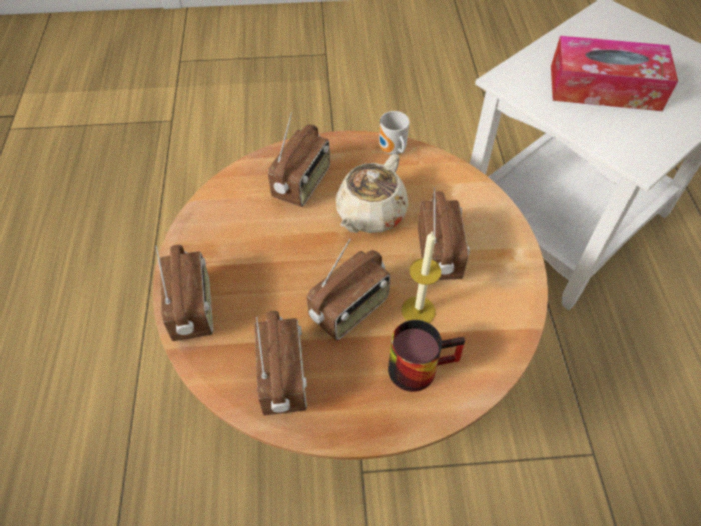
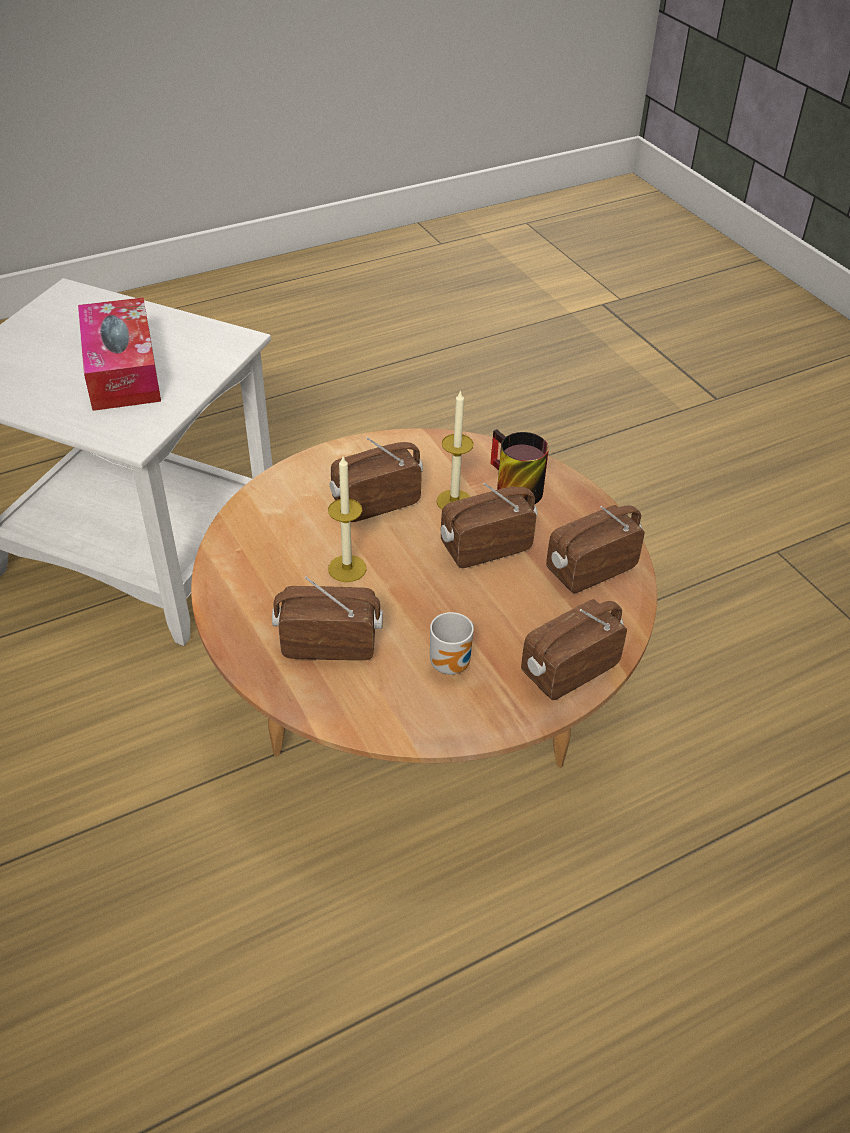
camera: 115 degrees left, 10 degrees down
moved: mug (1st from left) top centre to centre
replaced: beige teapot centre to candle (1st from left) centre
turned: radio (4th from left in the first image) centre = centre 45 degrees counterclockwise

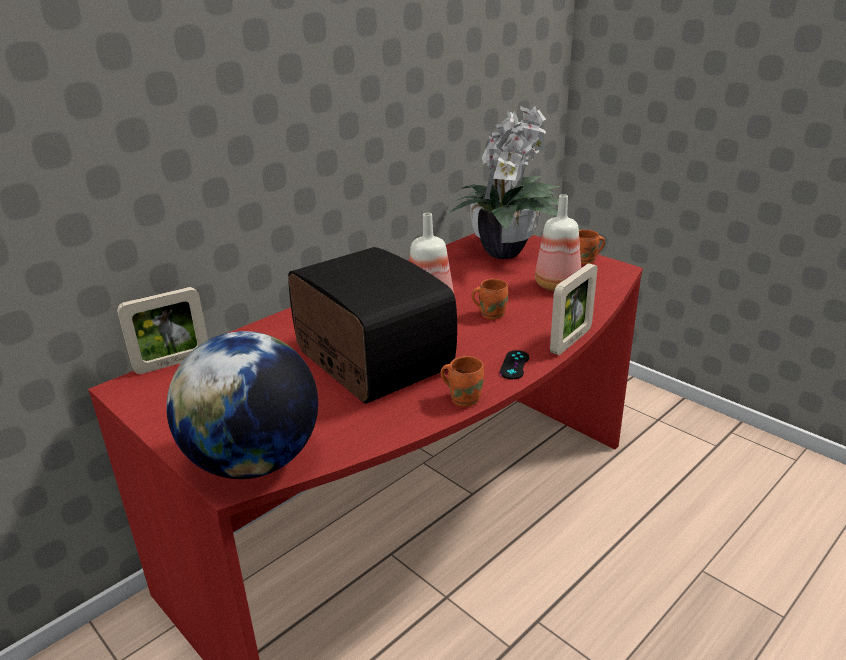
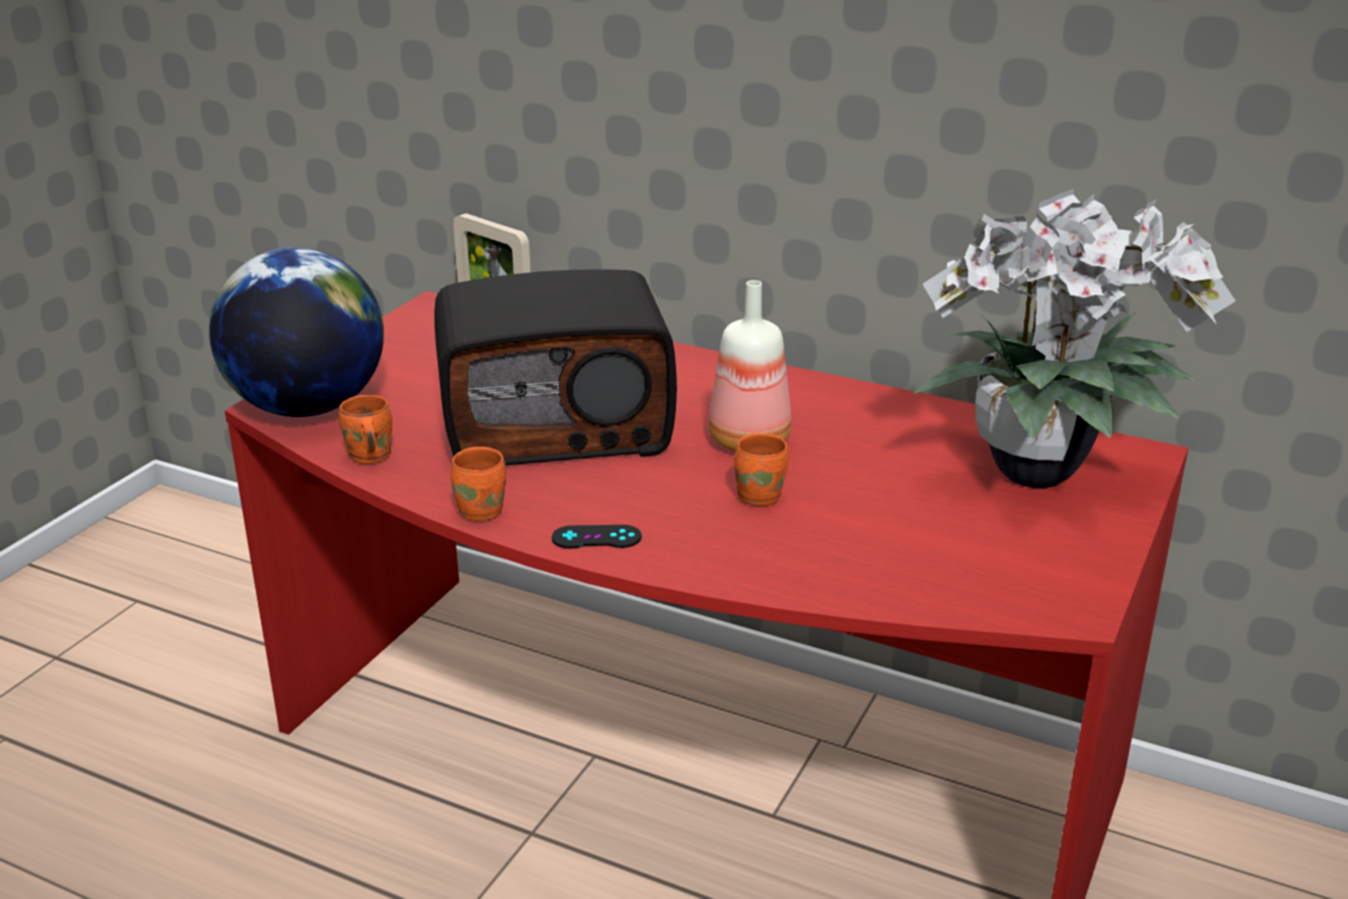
camera: 70 degrees right, 0 degrees up
removed: bottle (2nd from left) centre; picture frame (2nd from left) middle right
moved: orange mug (3rd from left in the first image) middle right to orange mug (1st from left) middle left
turned: radio centre = centre 45 degrees clockwise

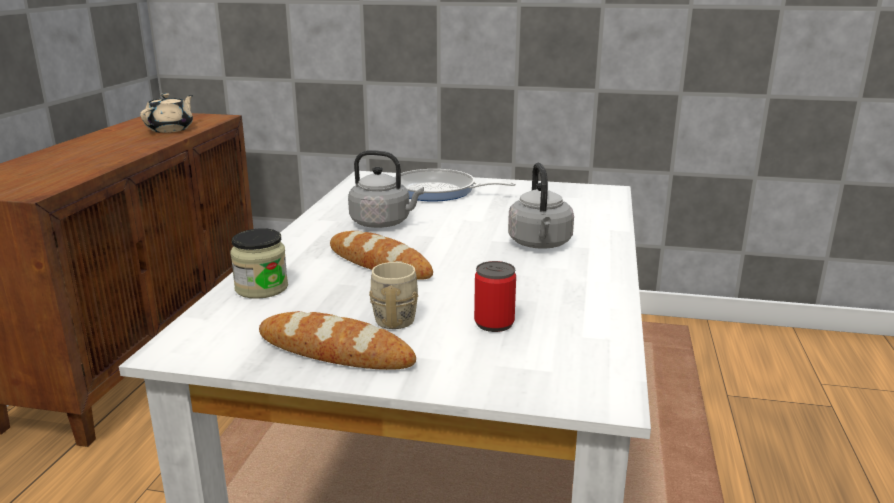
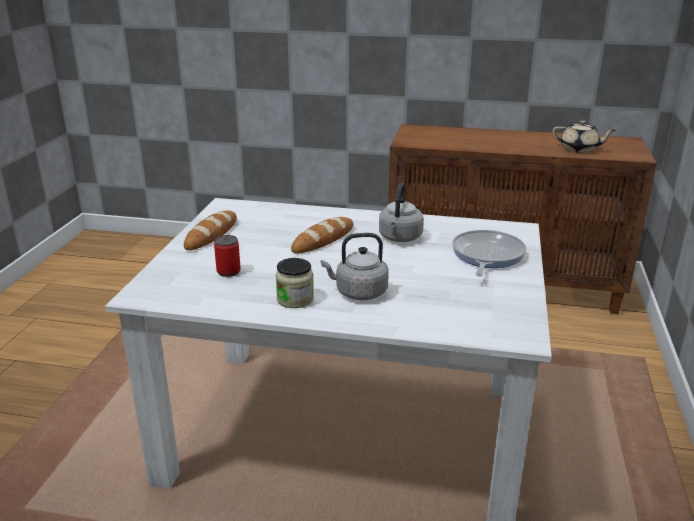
camera: 90 degrees right, 5 degrees up
removed: beige mug centre
moved: jar middle left to centre

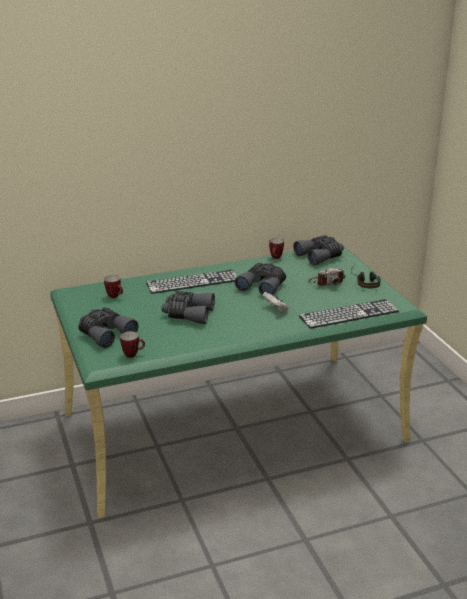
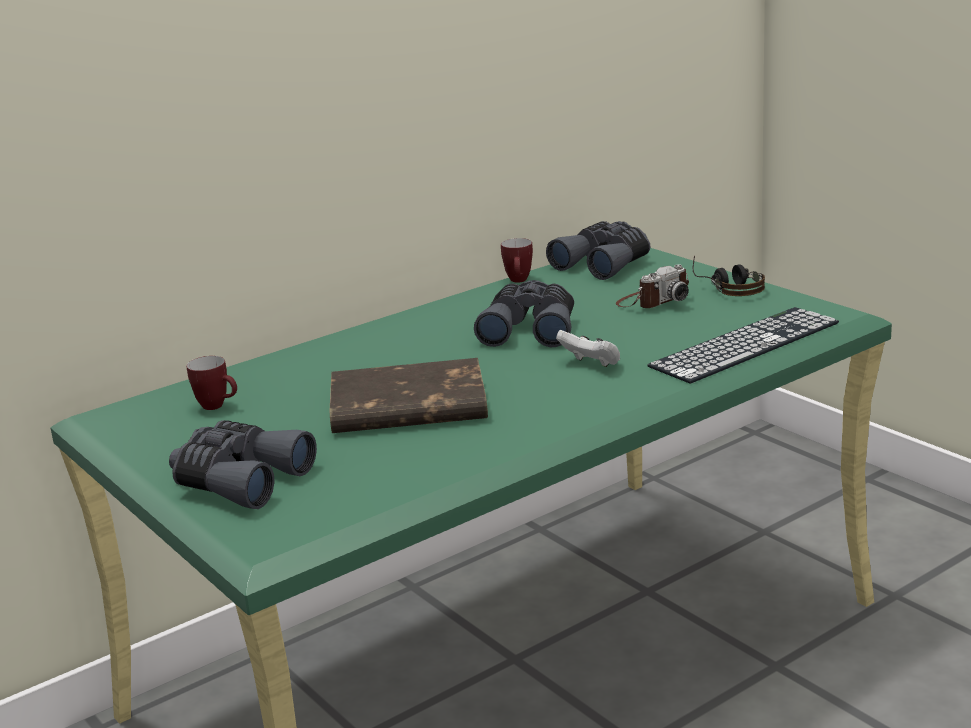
camera: 15 degrees left, 5 degrees down
removed: keyboard (1st from left) centre; mug (2nd from left) middle left
replaced: grey binoculars (2nd from left) centre to brown book centre

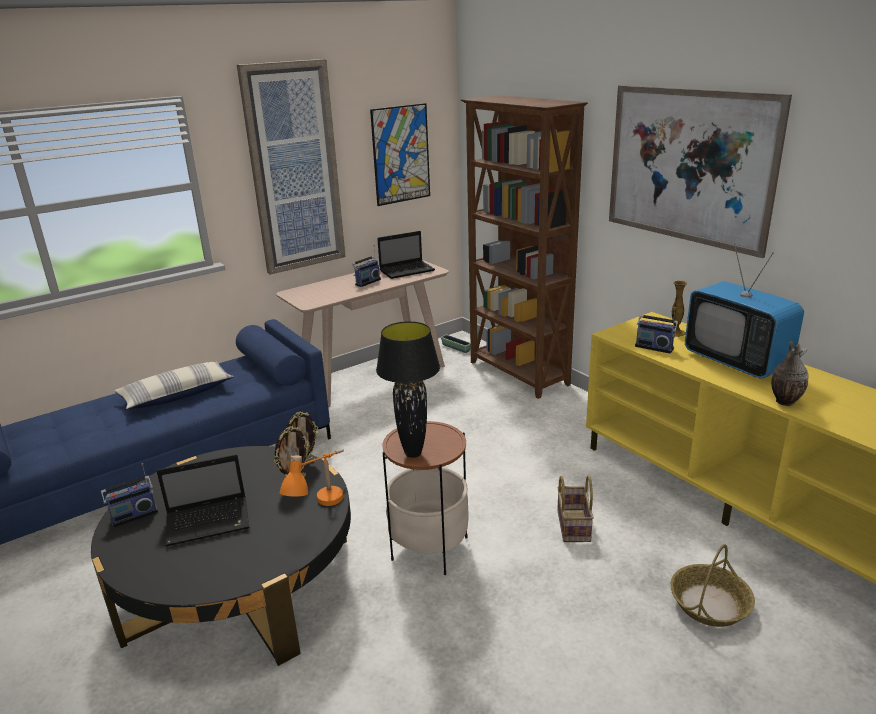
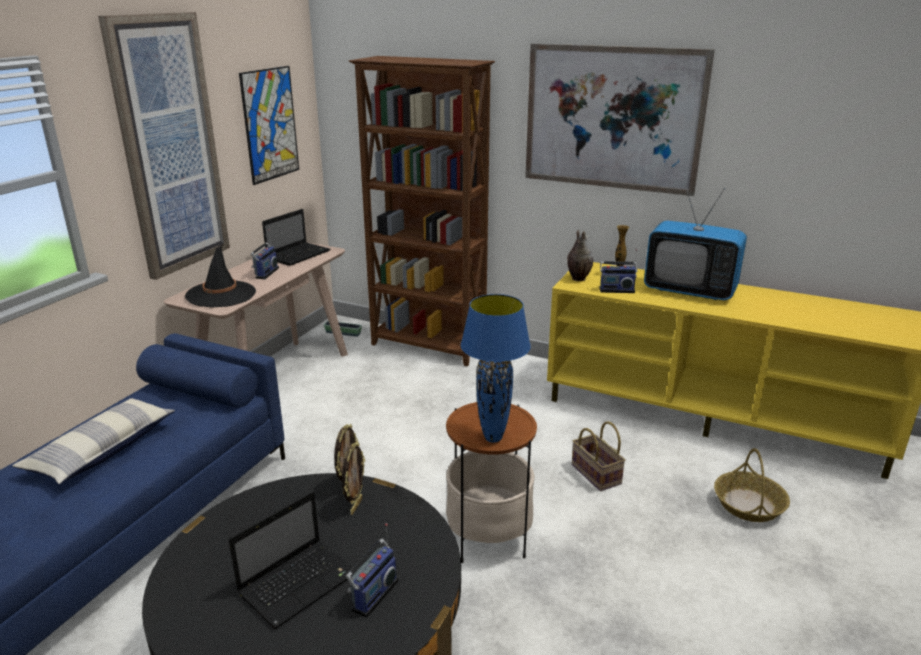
camera: 30 degrees left, 0 degrees up
removed: orange table lamp bottom centre
added: black hat middle left
moved: vase (2nd from left in the first image) middle right to vase (1st from left) centre; radio (1st from left in the first image) bottom left to radio (2nd from left) bottom centre
recoloured: black table lamp centre to blue table lamp centre

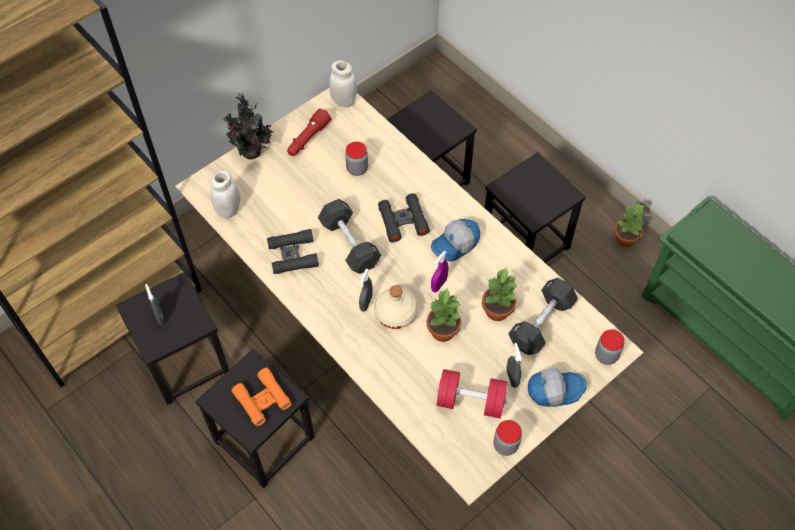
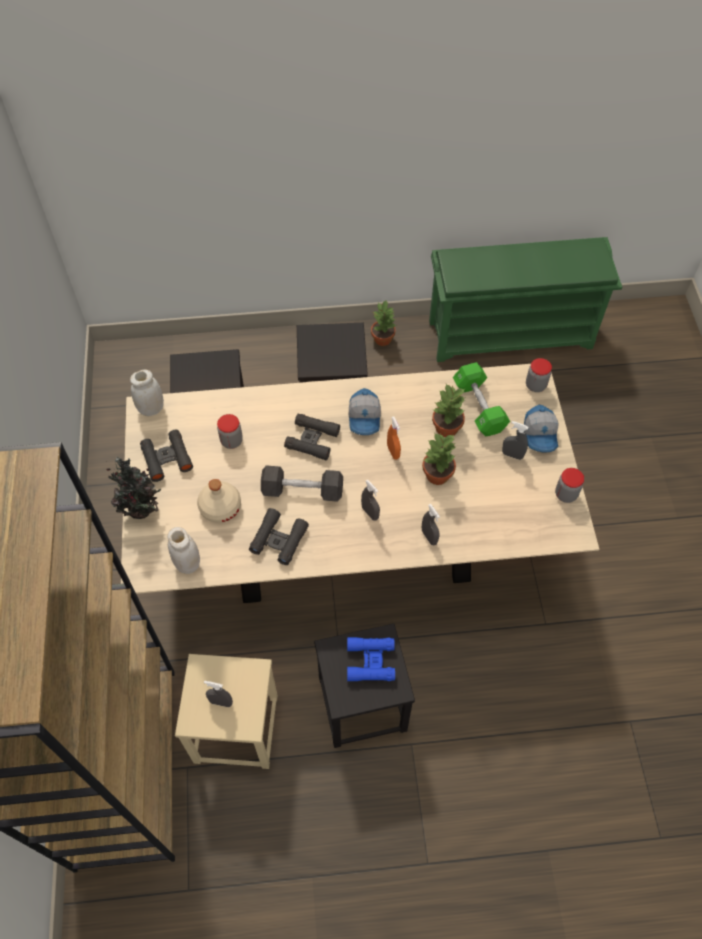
camera: 55 degrees left, 0 degrees up
removed: red dumbbell bottom centre
added: grey spray bottle (3rd from left) centre
moved: beige bottle centre to middle left
replaced: red flashlight top centre to black binoculars (1st from left) middle left
recoloured: purple spray bottle centre to orange spray bottle centre; black stool (1st from left) middle left to beige stool bottom left; black dumbbell (2nd from left) middle right to green dumbbell middle right; orange binoculars bottom left to blue binoculars bottom centre
turned: cap (2nd from left) bottom right = middle right 150 degrees clockwise

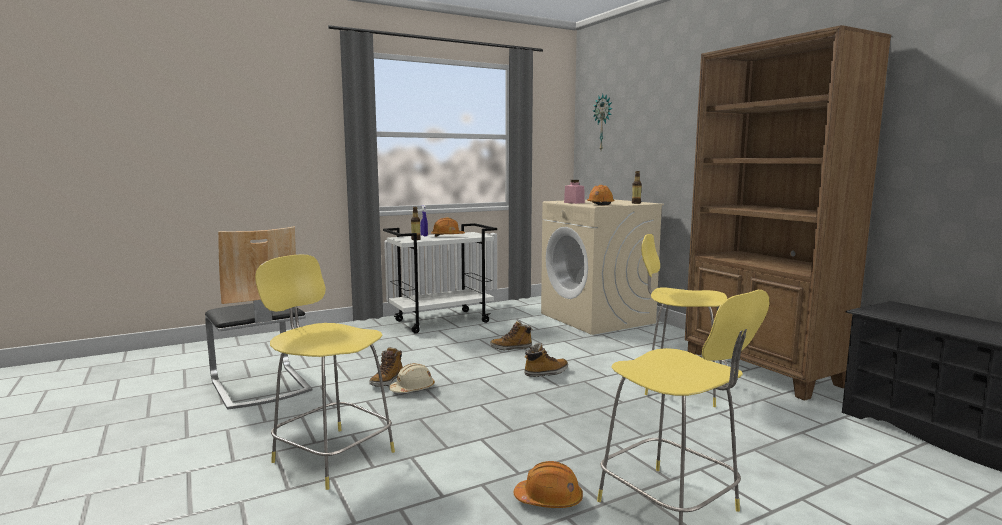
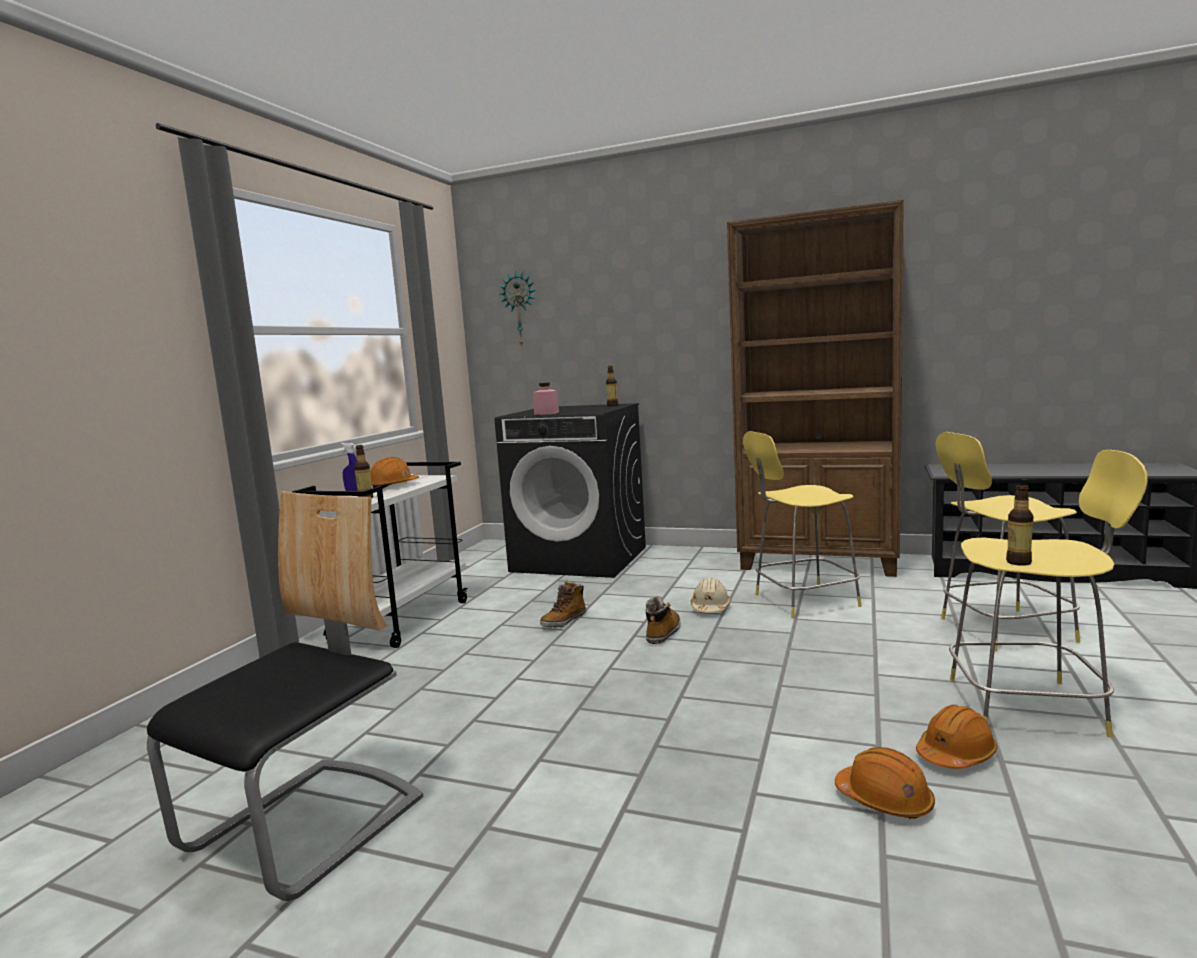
camera: 40 degrees left, 0 degrees up
removed: boot (1st from left) bottom centre
added: bottle (3rd from left) middle right
moved: orange hard hat (3rd from left in the first image) centre to orange hard hat (2nd from left) bottom right; yellow stool (1st from left in the first image) bottom left to yellow stool (2nd from left) middle right; beige hard hat bottom centre to centre
recoloured: beige washing machine centre to black washing machine centre
turned: chair middle left = bottom left 75 degrees counterclockwise

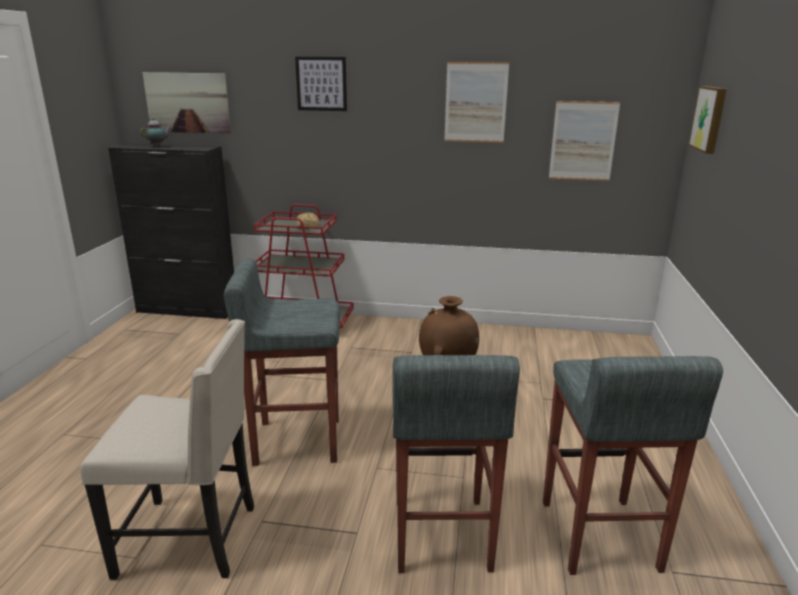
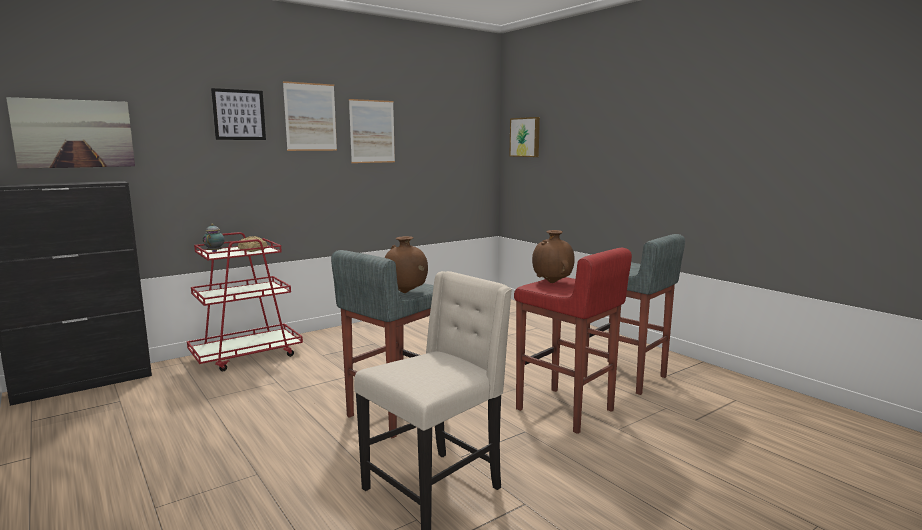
camera: 45 degrees left, 10 degrees down
added: brown vase (1st from left) centre
moved: picture (4th from left in the first image) top right to picture (3rd from left) top centre; teapot top left to middle left
recoloured: grey stool (2nd from left) bottom centre to red stool centre

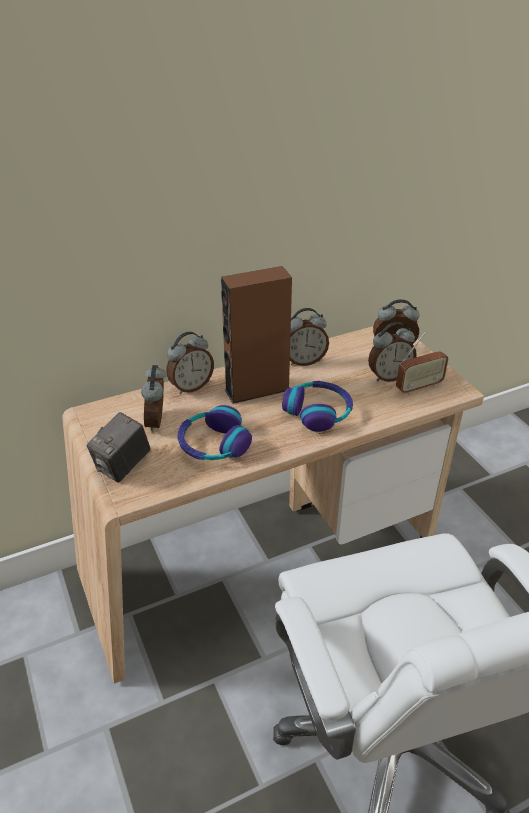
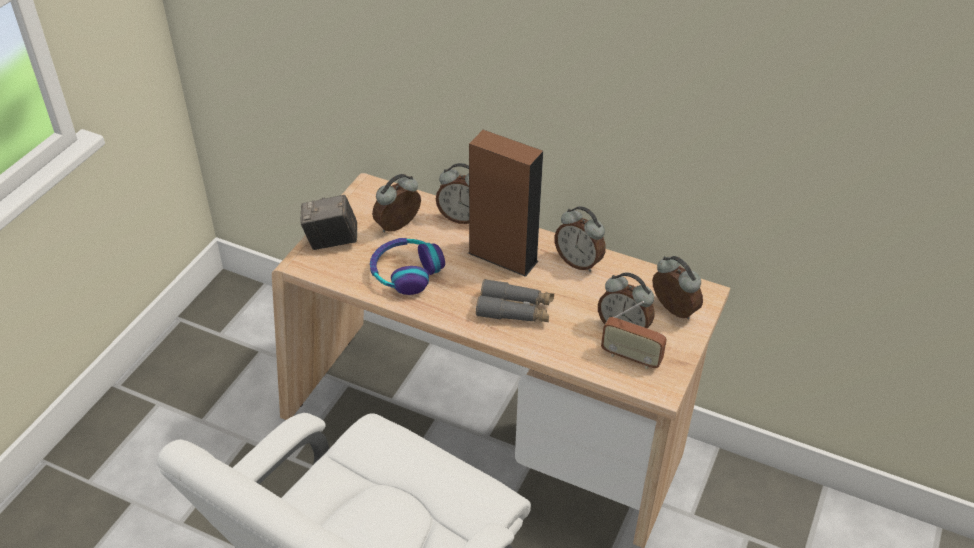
camera: 50 degrees right, 5 degrees up
replaced: headphones (2nd from left) centre to grey binoculars centre

